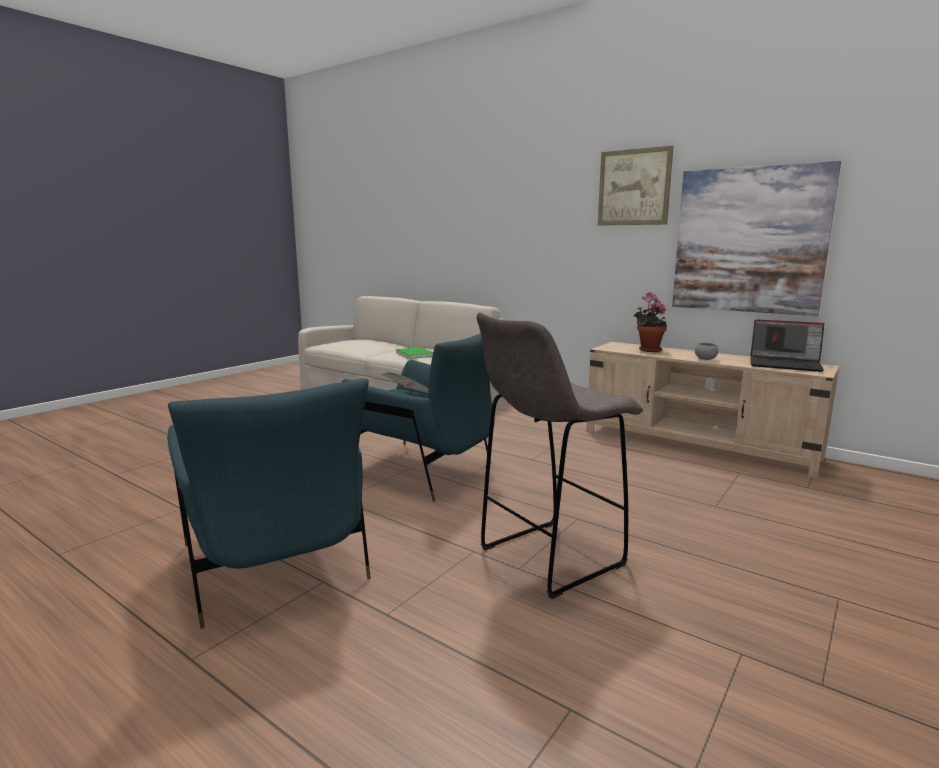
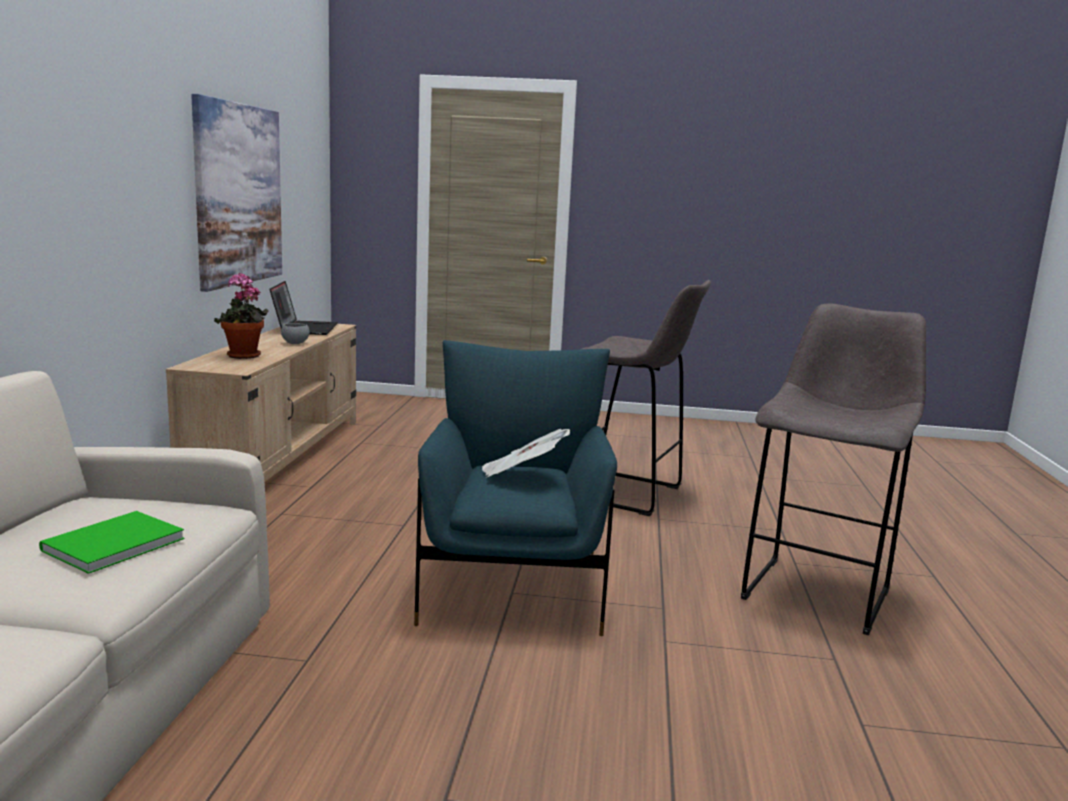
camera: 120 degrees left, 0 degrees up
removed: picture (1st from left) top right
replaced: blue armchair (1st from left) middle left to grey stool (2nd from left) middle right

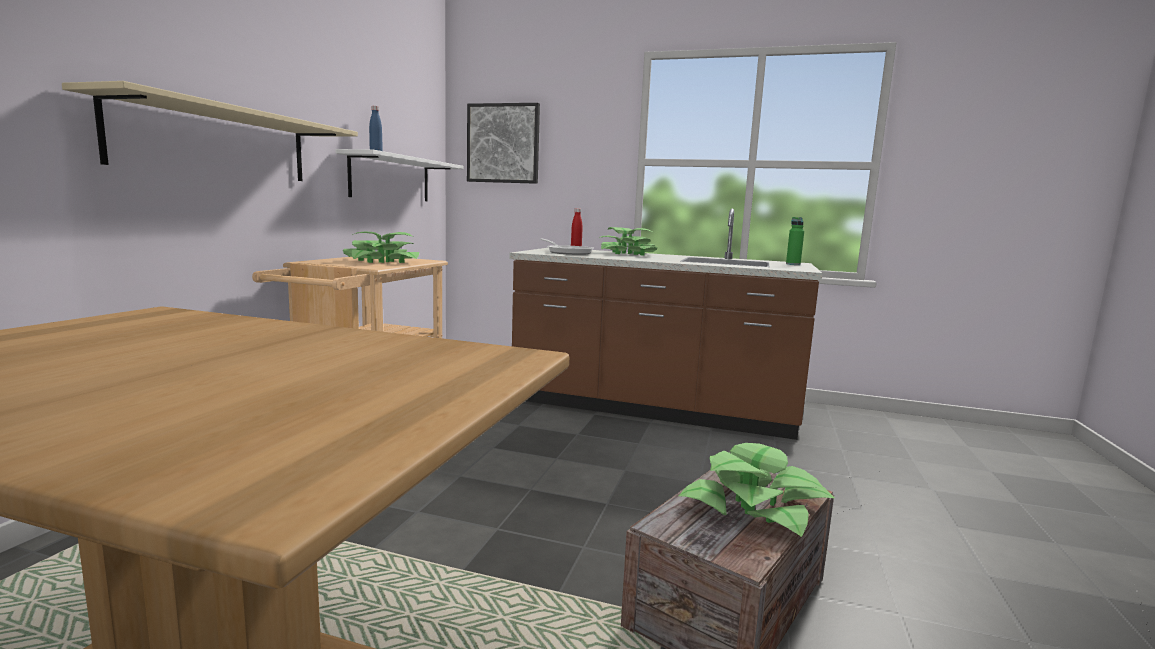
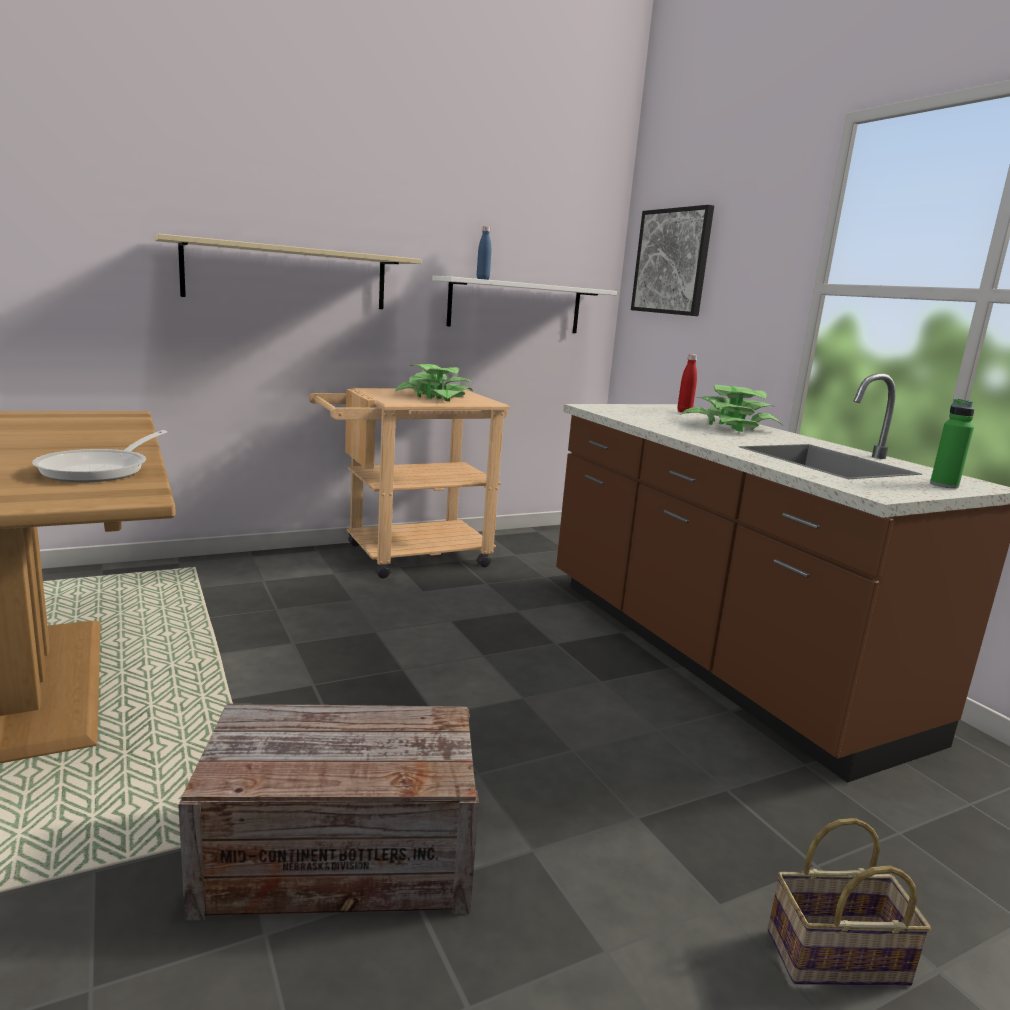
camera: 45 degrees right, 5 degrees up
removed: potted plant (3rd from left) bottom centre
added: basket bottom right
moved: frying pan centre to middle left

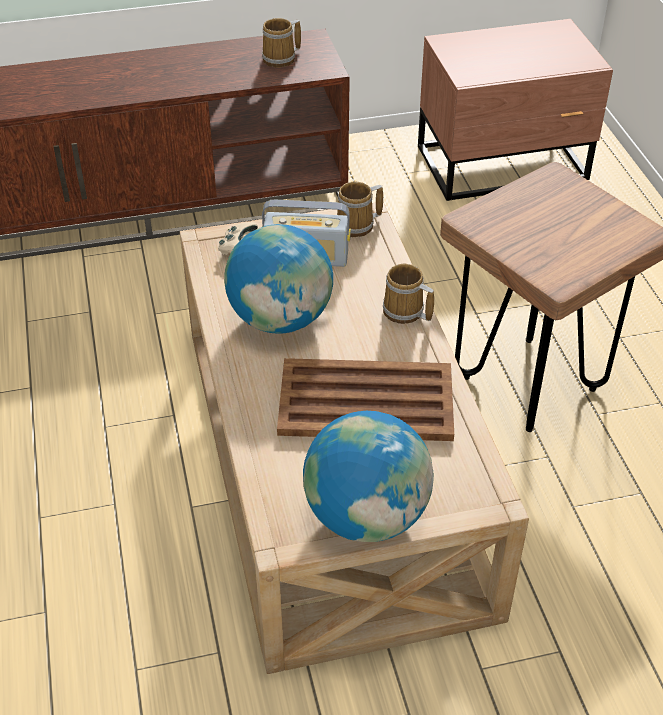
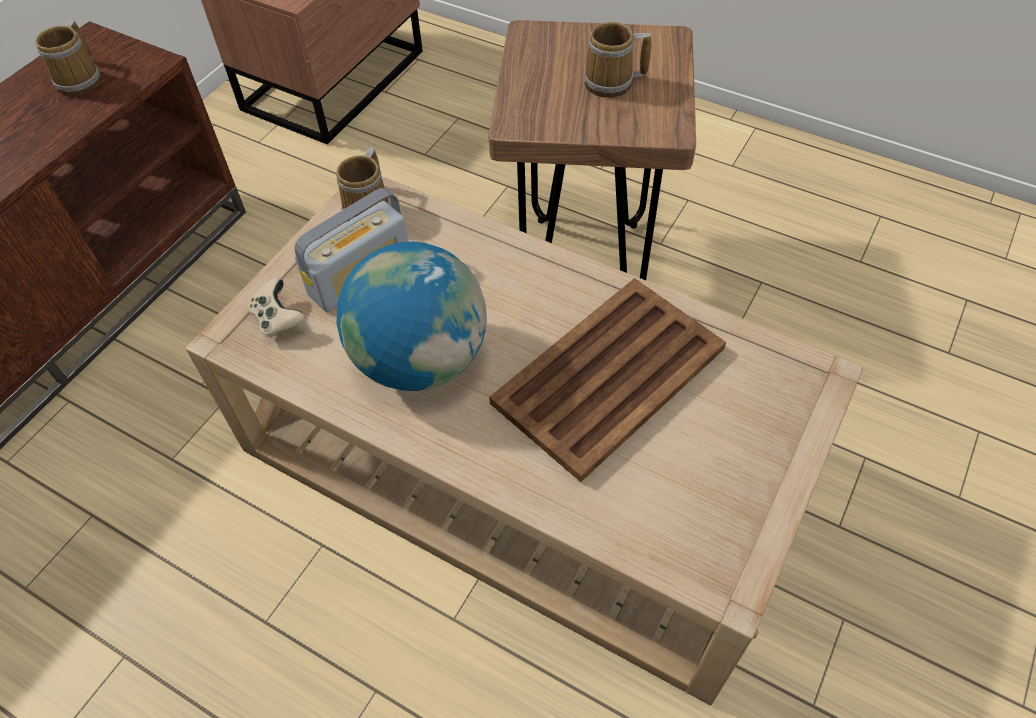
camera: 45 degrees left, 10 degrees up
removed: globe (2nd from left) centre
moved: mug (3rd from left) centre to top centre

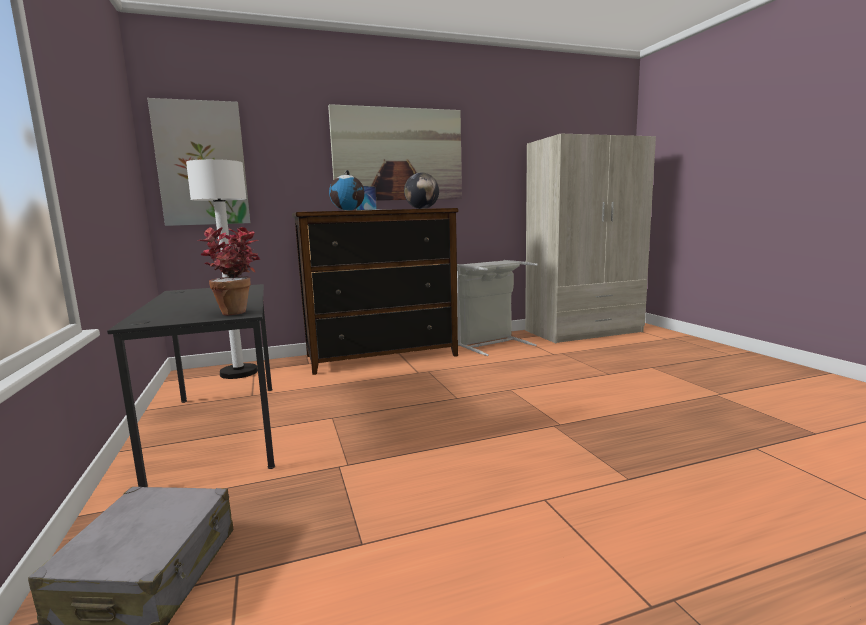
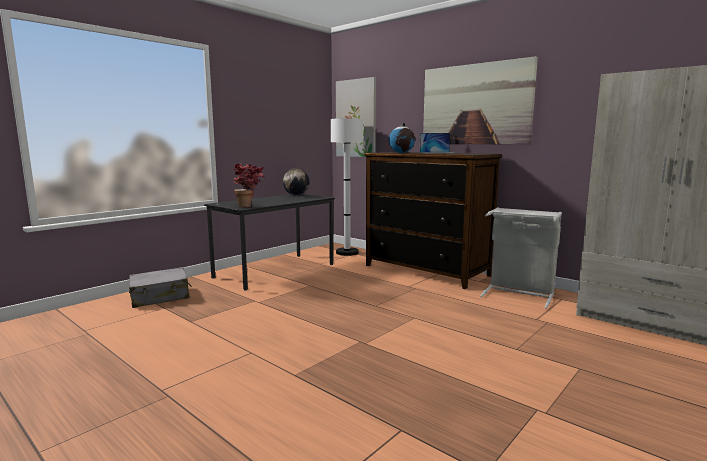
camera: 60 degrees right, 0 degrees up
moved: globe (2nd from left in the first image) top centre to globe (1st from left) centre

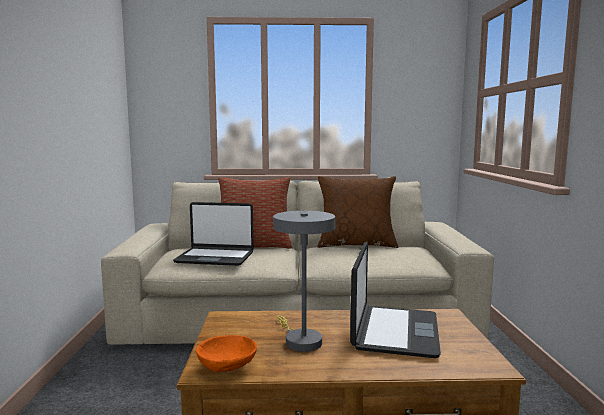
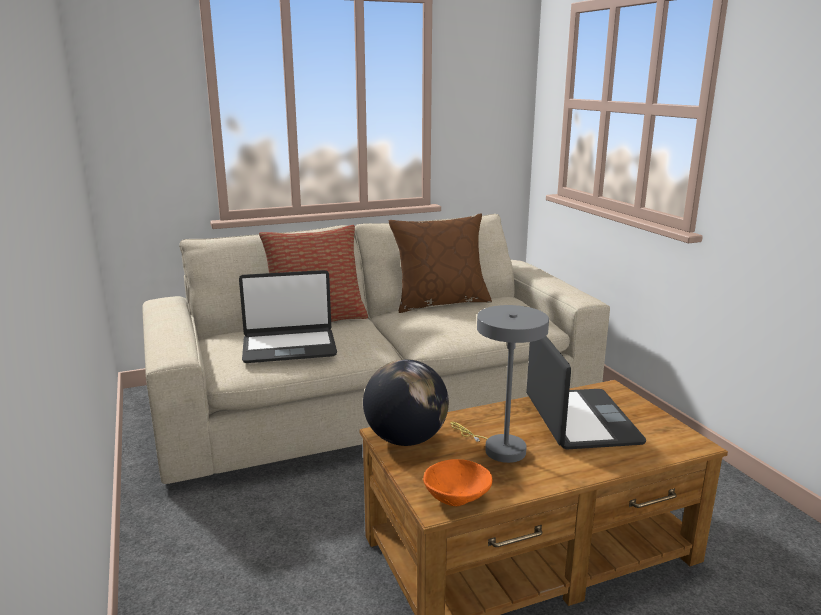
camera: 20 degrees left, 10 degrees up
added: globe centre

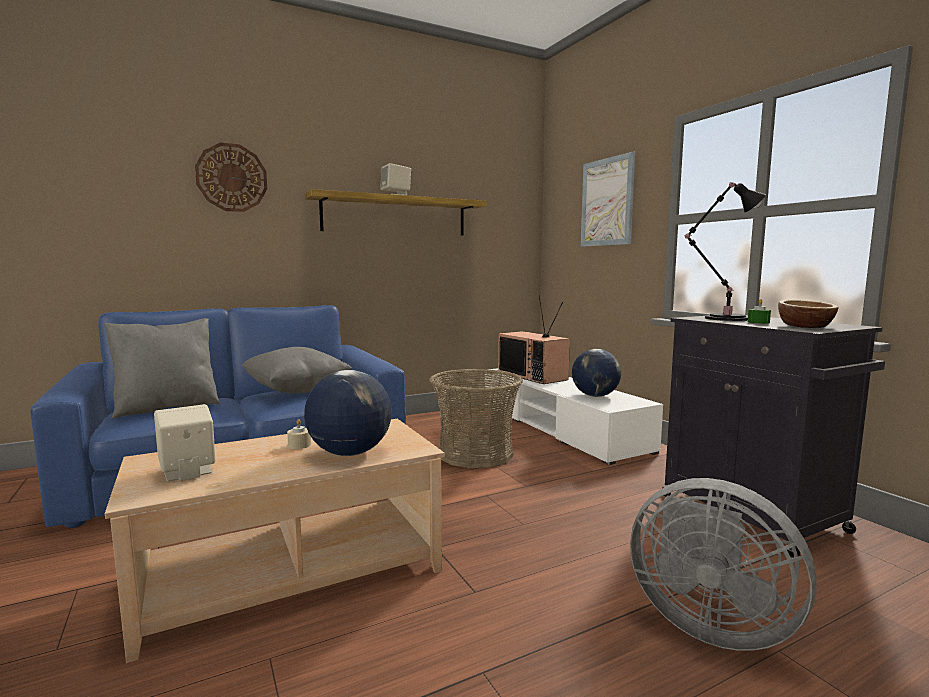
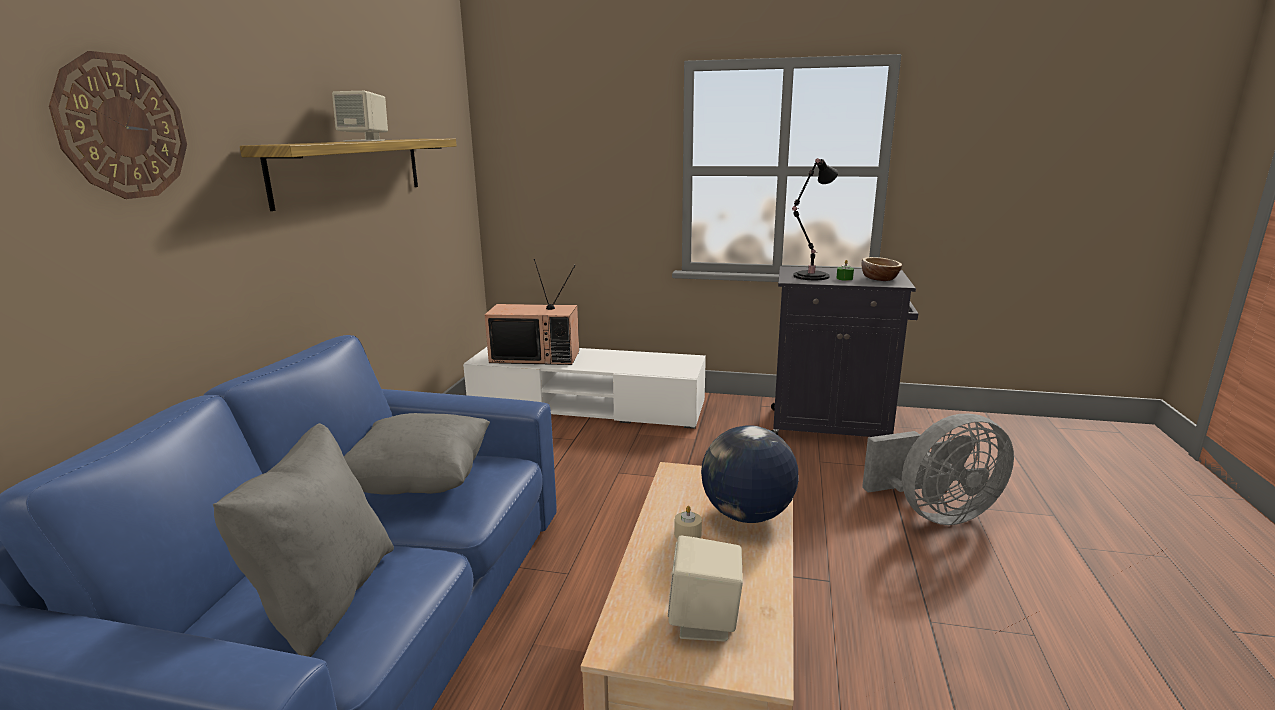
camera: 50 degrees left, 10 degrees up
removed: picture top centre; globe (2nd from left) centre; basket centre

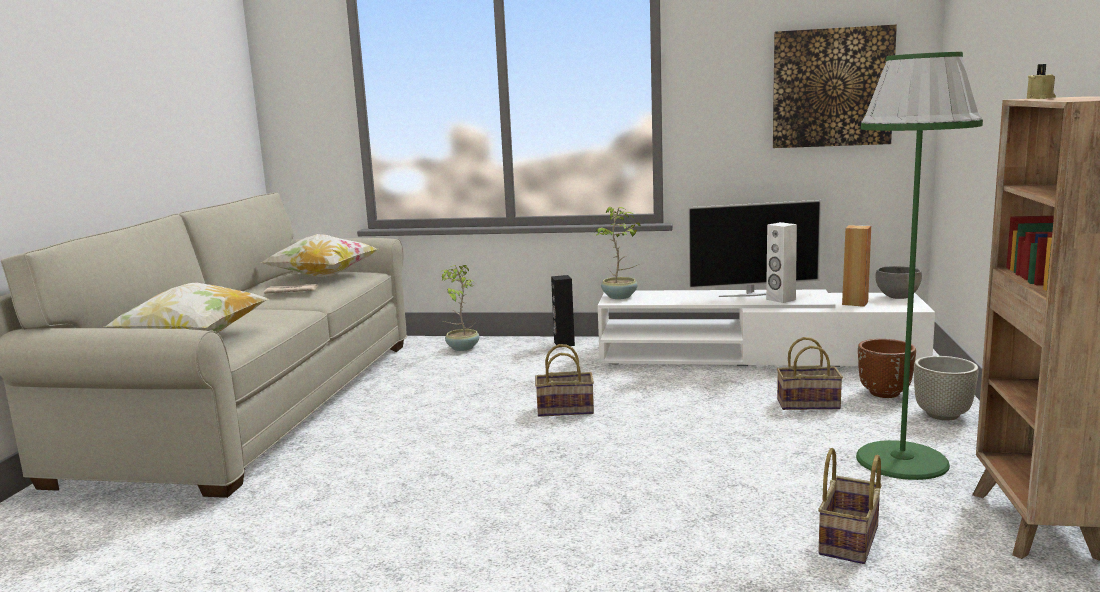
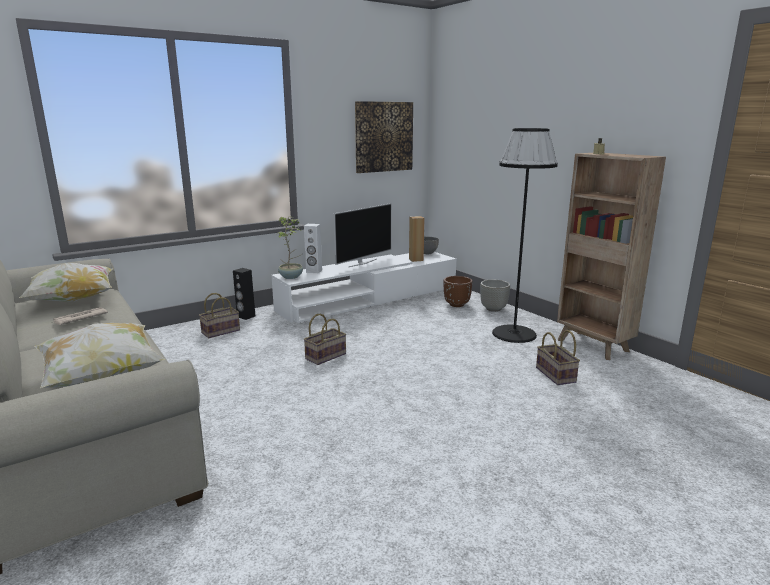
camera: 45 degrees left, 5 degrees up
removed: potted plant (1st from left) centre
moved: white speaker middle right to centre; basket (2nd from left in the first image) middle right to basket (1st from left) middle left
recoloured: green floor lamp middle right to black floor lamp middle right

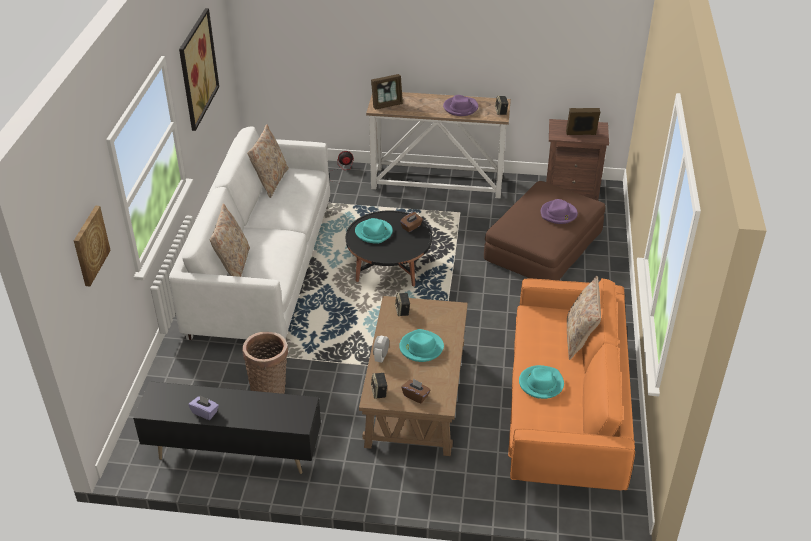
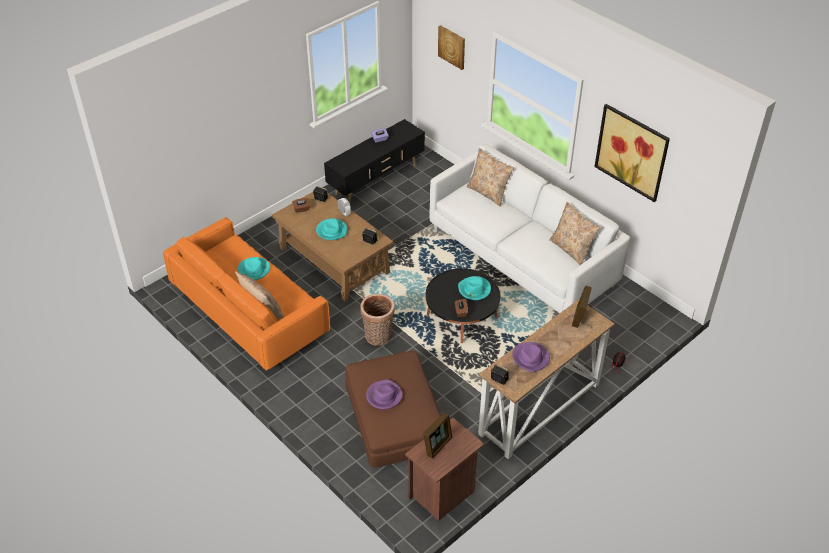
camera: 130 degrees right, 5 degrees up
moved: basket bottom left to centre

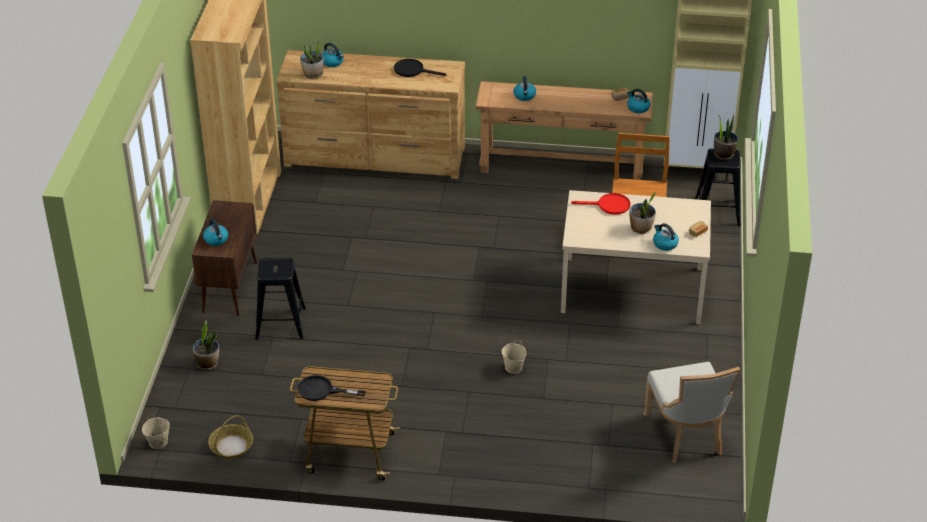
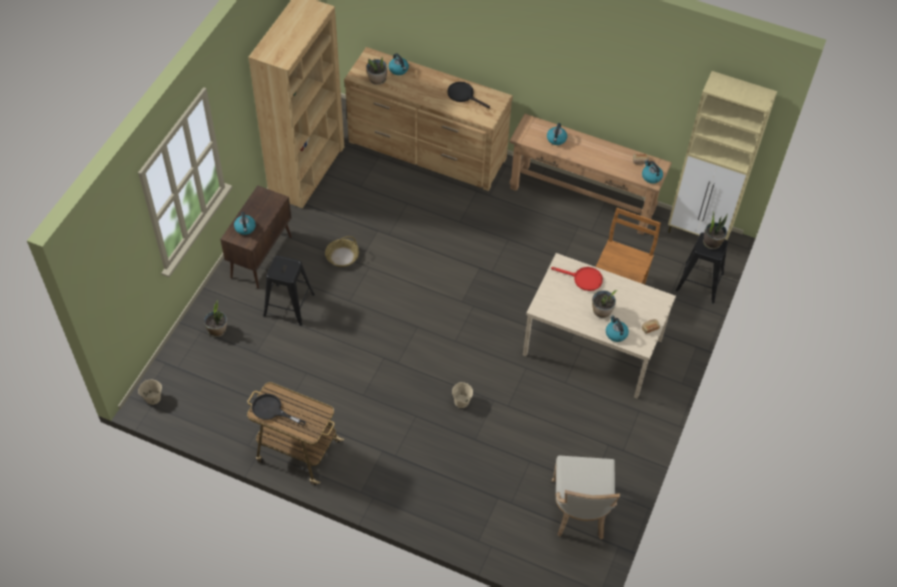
camera: 15 degrees right, 15 degrees up
moved: basket bottom left to centre

